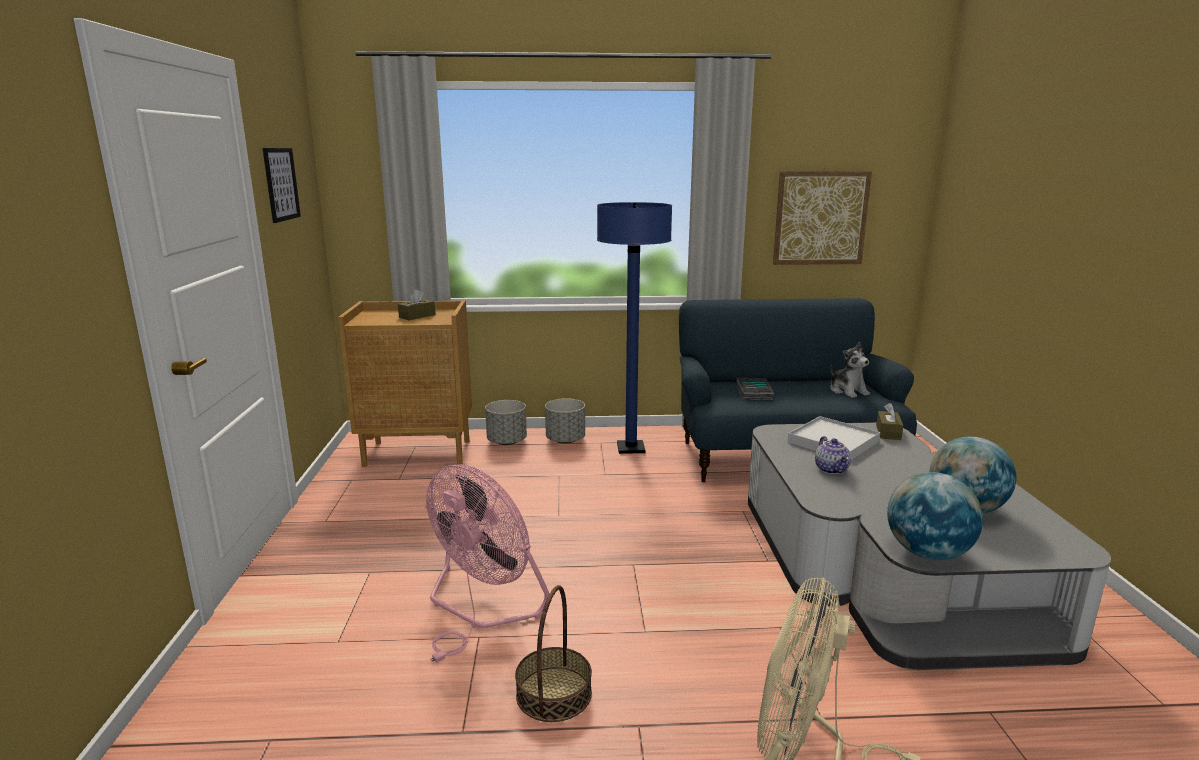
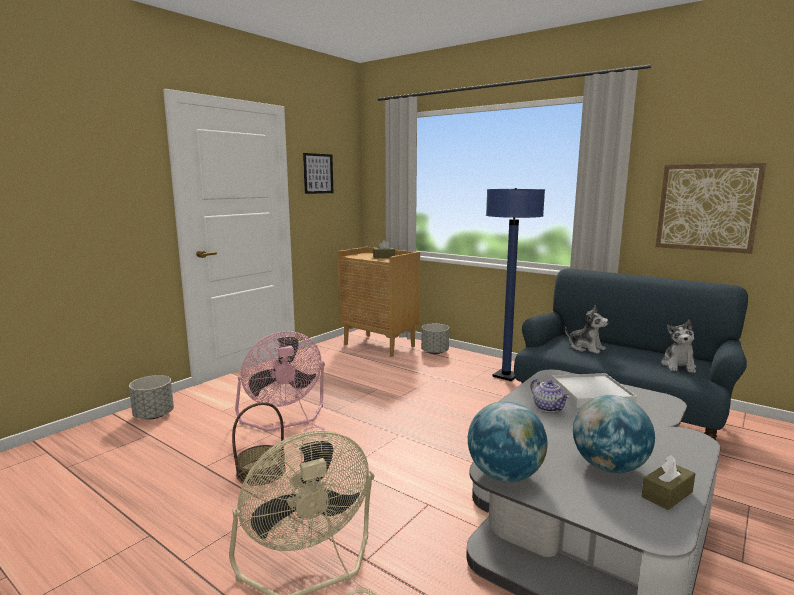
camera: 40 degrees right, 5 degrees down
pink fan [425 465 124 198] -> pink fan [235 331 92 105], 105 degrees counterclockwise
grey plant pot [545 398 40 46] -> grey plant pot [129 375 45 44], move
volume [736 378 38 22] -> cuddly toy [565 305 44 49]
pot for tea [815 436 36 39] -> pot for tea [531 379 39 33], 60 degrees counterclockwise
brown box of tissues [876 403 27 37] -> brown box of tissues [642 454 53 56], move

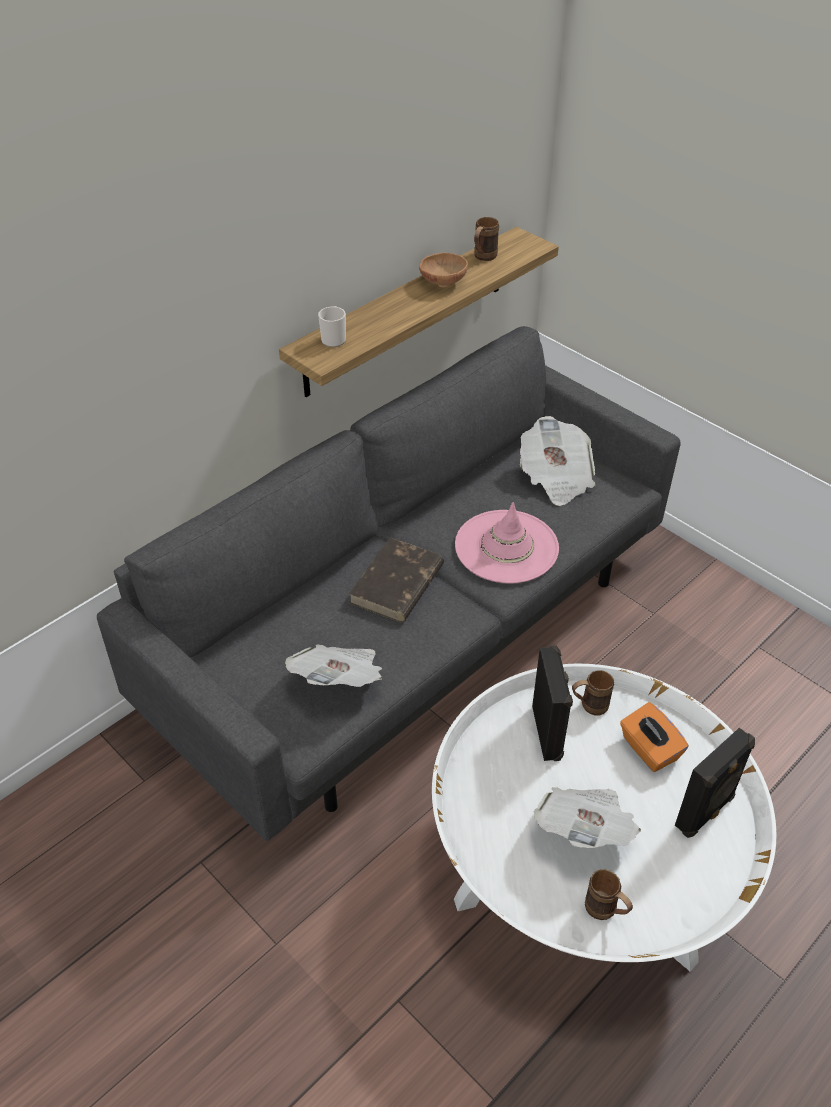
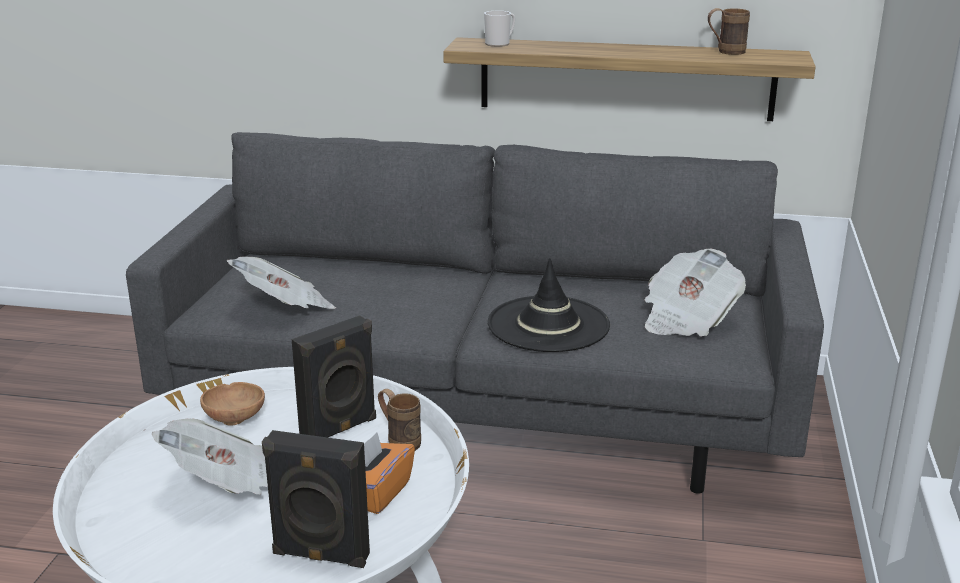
camera: 55 degrees right, 20 degrees down
brown volume [349 537 95 86] -> none
brown bowl [419 253 49 35] -> brown bowl [200 382 65 44], move
pink wearable hat [455 502 104 82] -> blackish wearable hat [488 258 122 94]
brown coffee mug [585 869 48 51] -> none

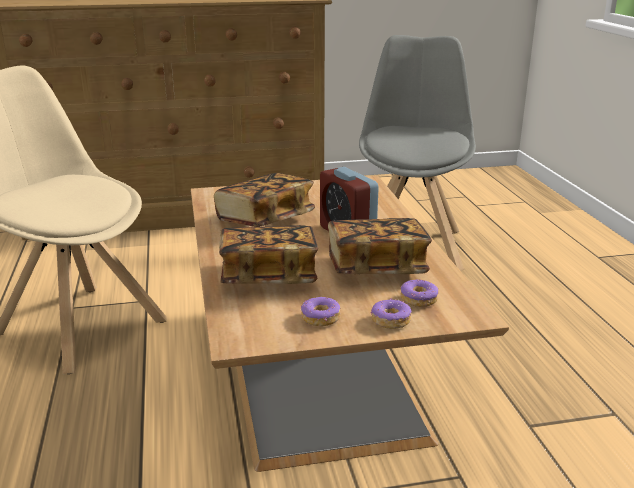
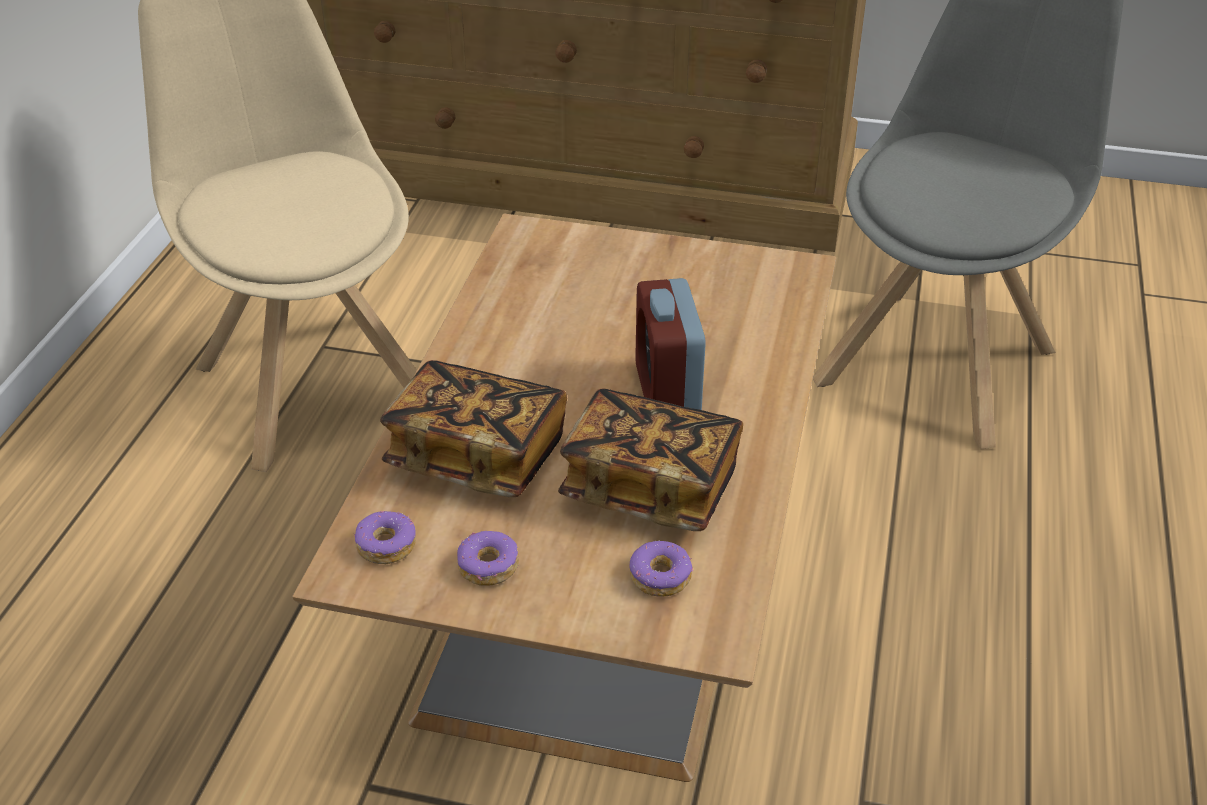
camera: 25 degrees right, 15 degrees up
volume [214 173 101 54] -> none
doughnut [371 298 41 31] -> doughnut [354 510 62 55], move

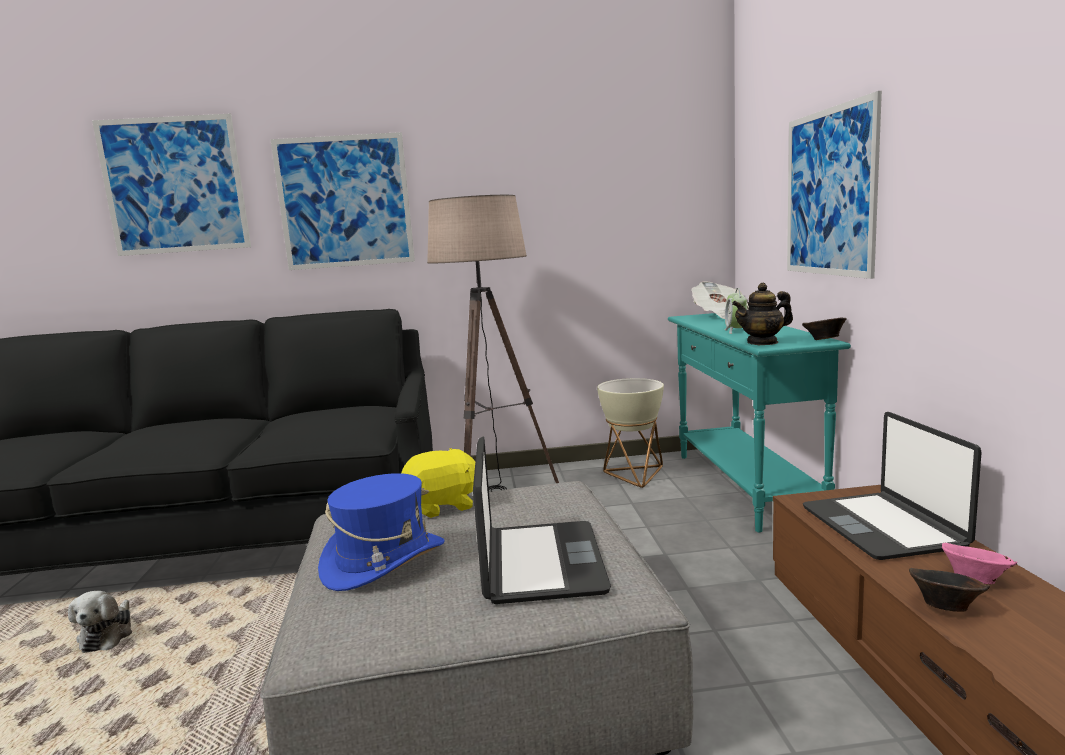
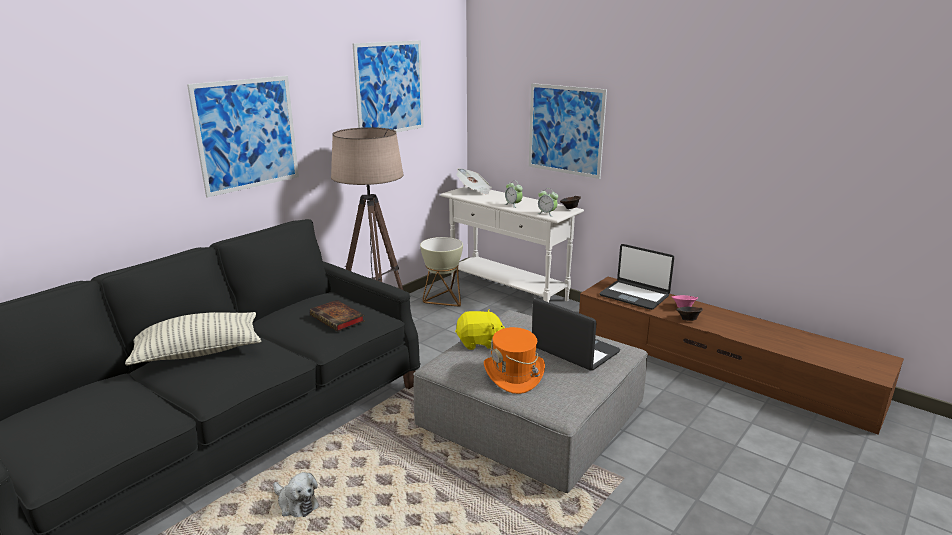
camera: 45 degrees left, 10 degrees up
wall art [92 114 159 142] -> wall art [353 40 71 93], move
blue wearable hat [318 473 127 118] -> orange wearable hat [484 327 61 67]
yellow-coloured cuddly toy [401 448 74 70] -> yellow-coloured cuddly toy [455 309 50 41], 60 degrees clockwise
turquoise console table [668 313 183 219] -> whitish console table [440 186 144 116]
pot for tea [732 283 61 62] -> bedside clock [537 188 21 29]
none -> throw pillow [125 312 136 53]
none -> volume [310 300 55 32]

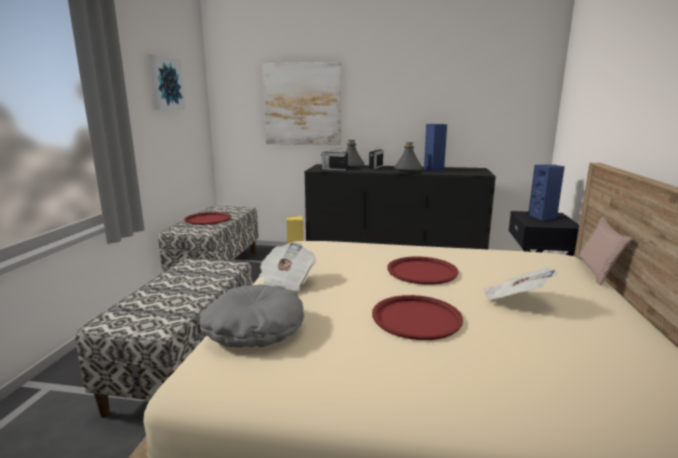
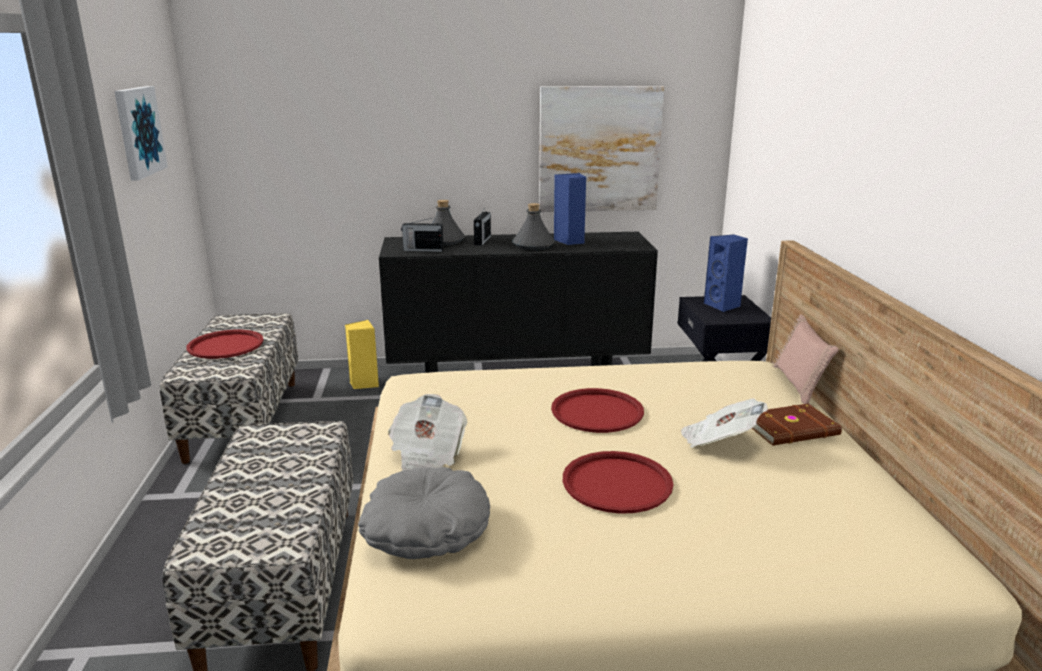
camera: 15 degrees left, 5 degrees up
wall art [262 62 79 83] -> wall art [539 86 125 126], move
none -> brown volume [752 404 90 41]

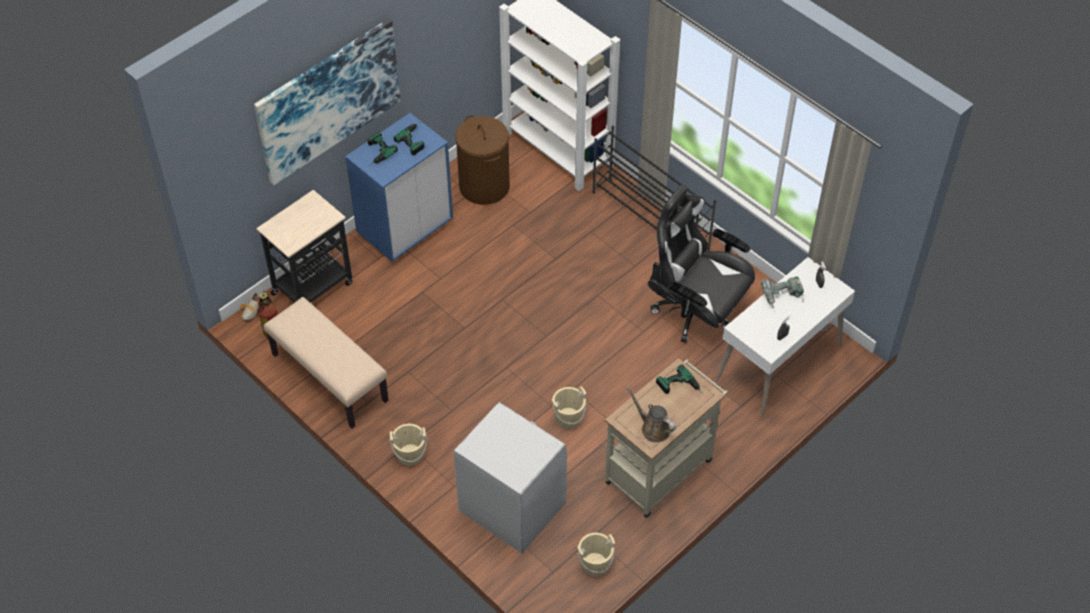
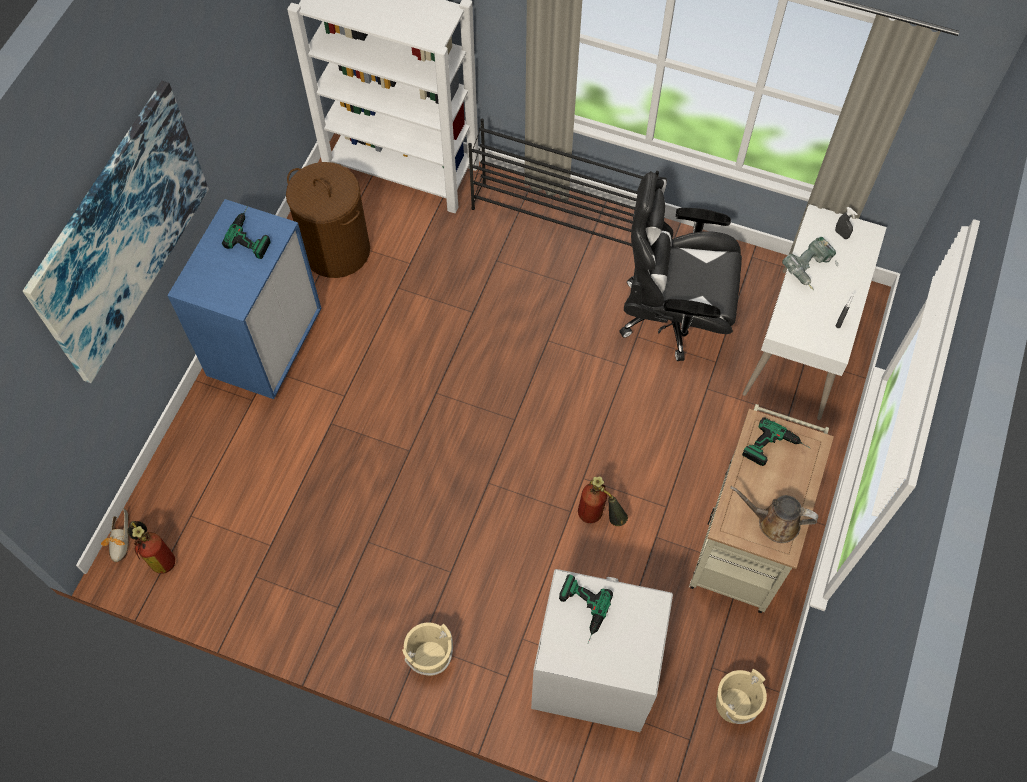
camera: 25 degrees left, 10 degrees up
wheeled cart [256 190 97 113] -> none
sand-coloured indoor bench [263 297 126 131] -> none
drill [368 132 30 34] -> drill [559 574 54 69], move
sand-coloured water bucket [552 386 34 43] -> extinguisher [578 476 50 50]

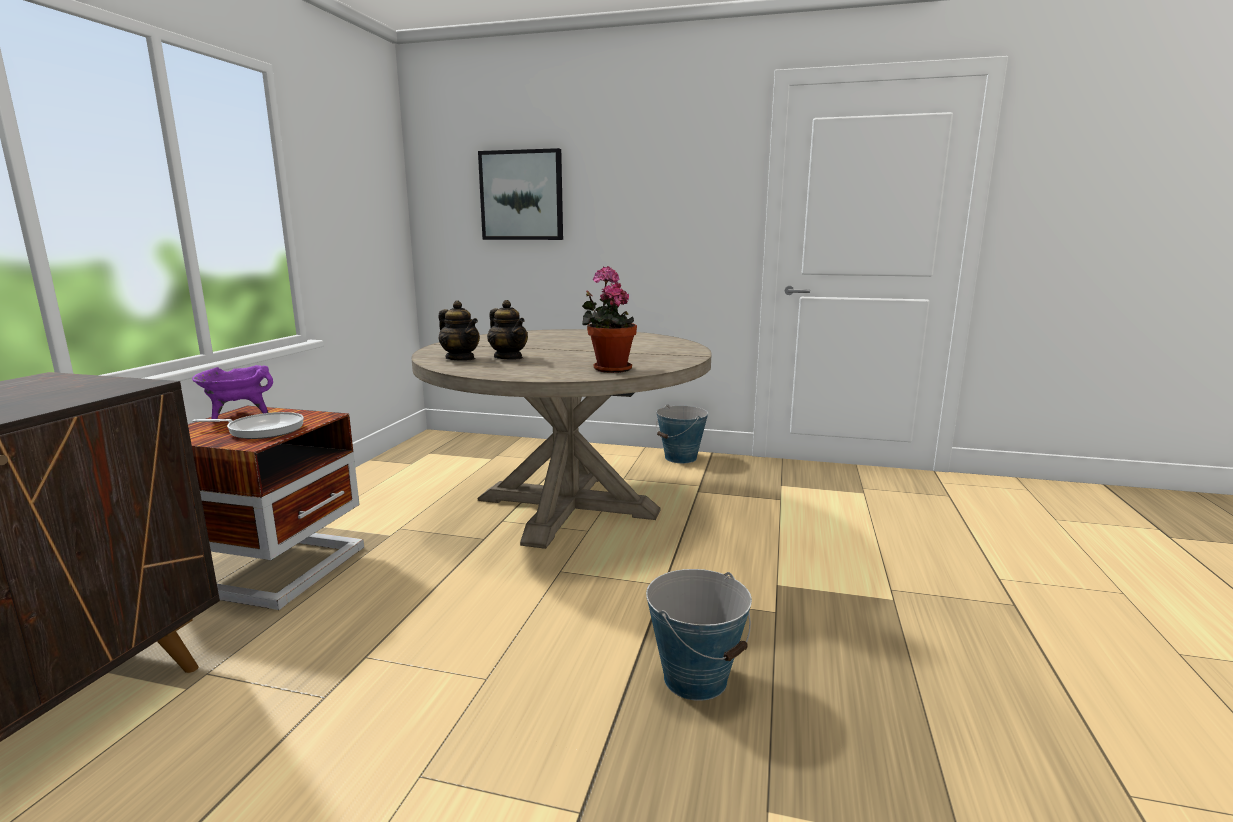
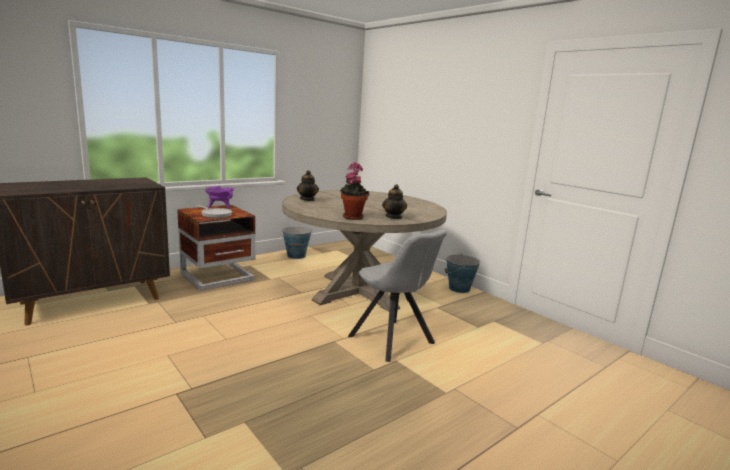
camera: 35 degrees right, 0 degrees up
wall art [478 148 85 92] -> none
pot for tea [487 300 41 59] -> pot for tea [382 184 25 35], move
water bucket [646 569 106 132] -> water bucket [282 227 30 32], move
none -> grey plain chair [348 229 99 133]

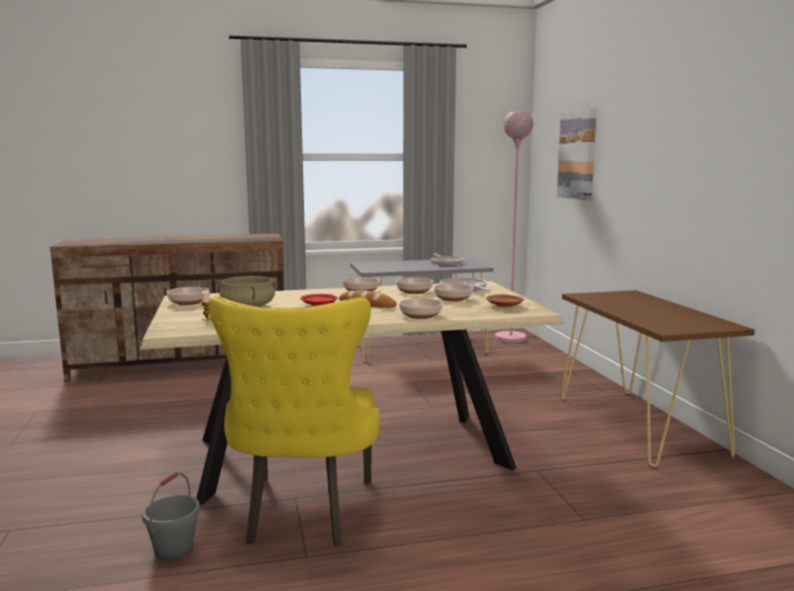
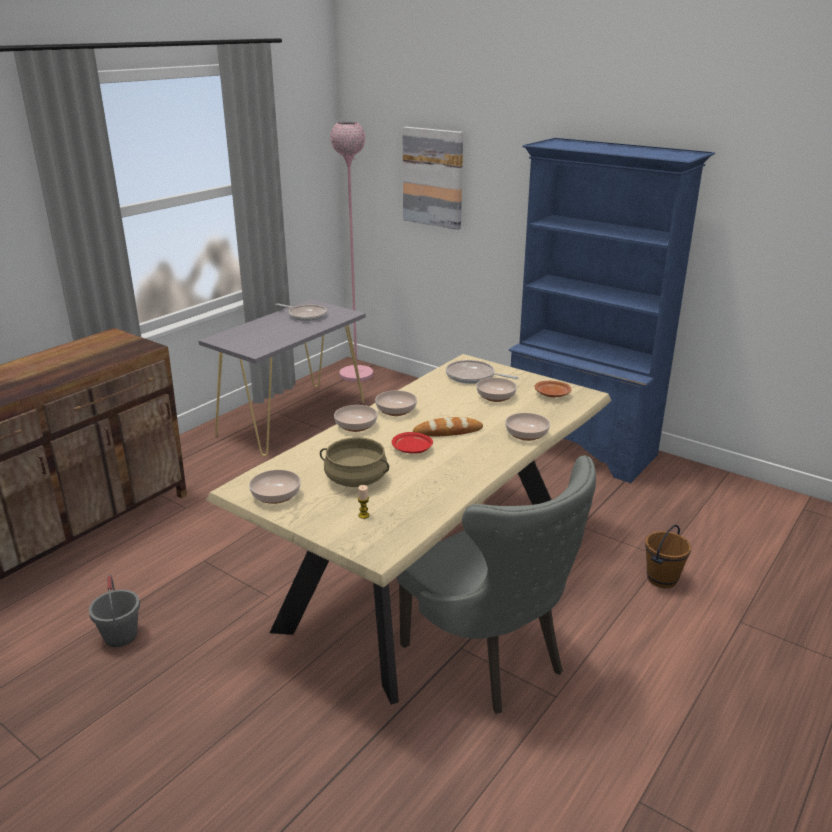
camera: 40 degrees left, 15 degrees up
grey water bucket [142 472 58 89] -> grey water bucket [89 575 51 72], move
yellow-coloured plain chair [209 296 171 251] -> grey plain chair [397 455 199 259]
bowl [396 277 37 17] -> bowl [334 405 44 27], move
brown console table [561 290 194 177] -> blue bookcase [509 138 206 345]
none -> brown water bucket [645 525 46 63]

